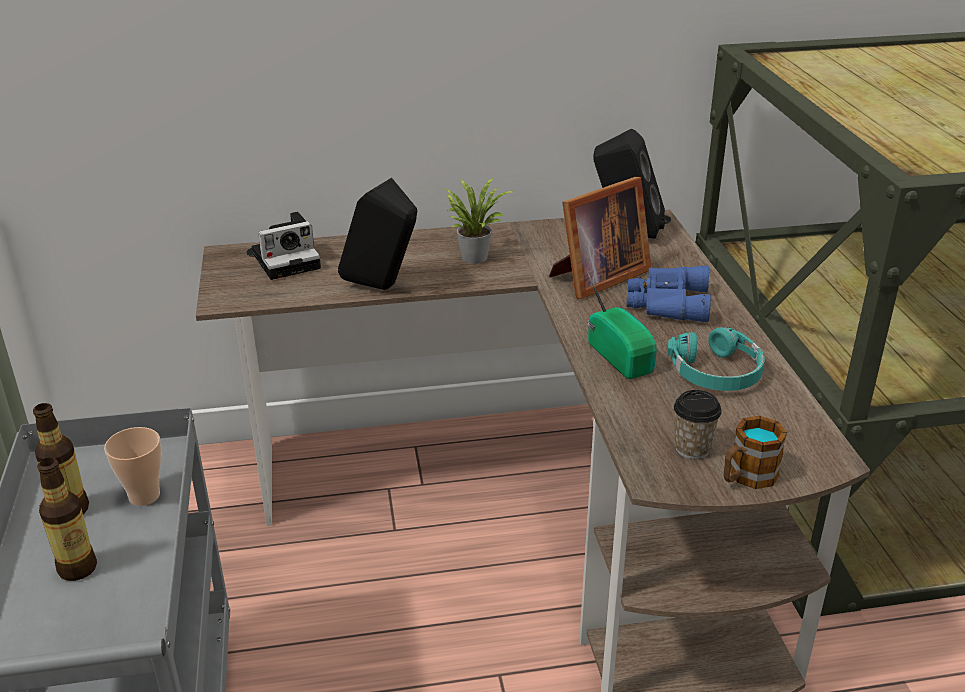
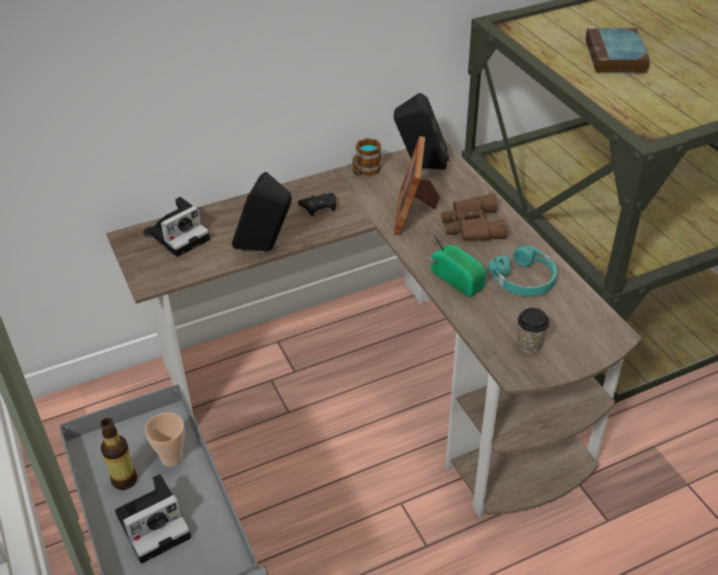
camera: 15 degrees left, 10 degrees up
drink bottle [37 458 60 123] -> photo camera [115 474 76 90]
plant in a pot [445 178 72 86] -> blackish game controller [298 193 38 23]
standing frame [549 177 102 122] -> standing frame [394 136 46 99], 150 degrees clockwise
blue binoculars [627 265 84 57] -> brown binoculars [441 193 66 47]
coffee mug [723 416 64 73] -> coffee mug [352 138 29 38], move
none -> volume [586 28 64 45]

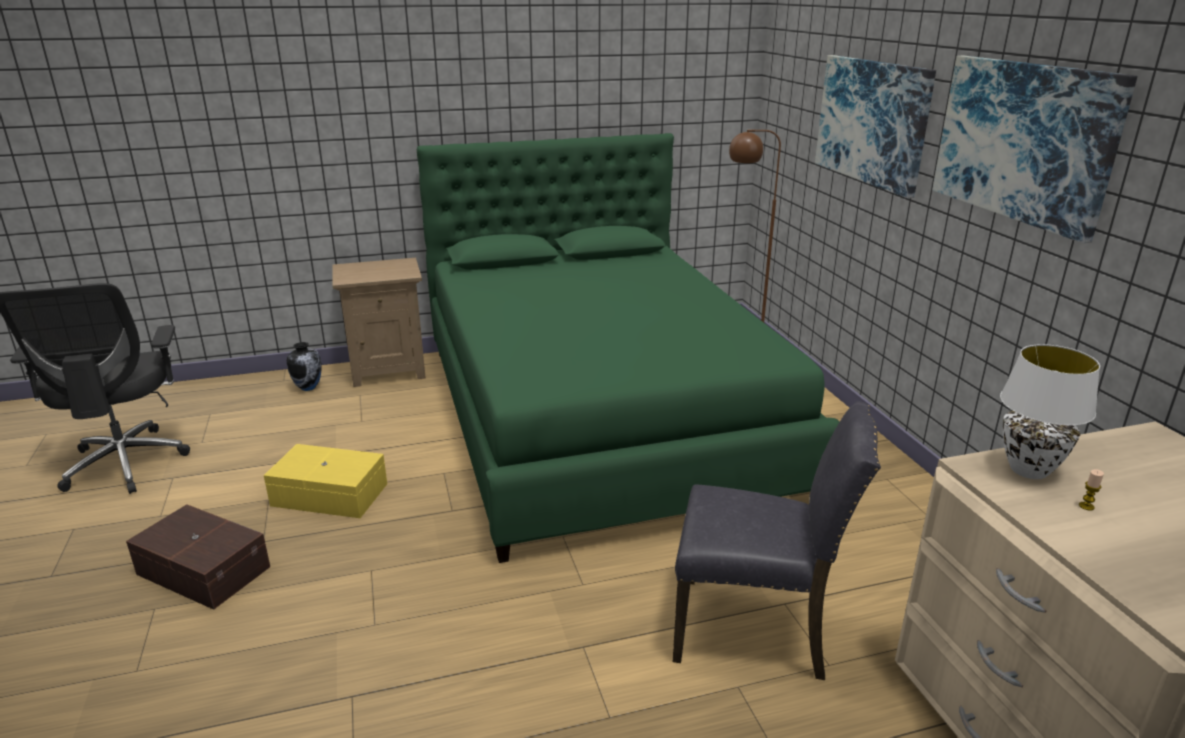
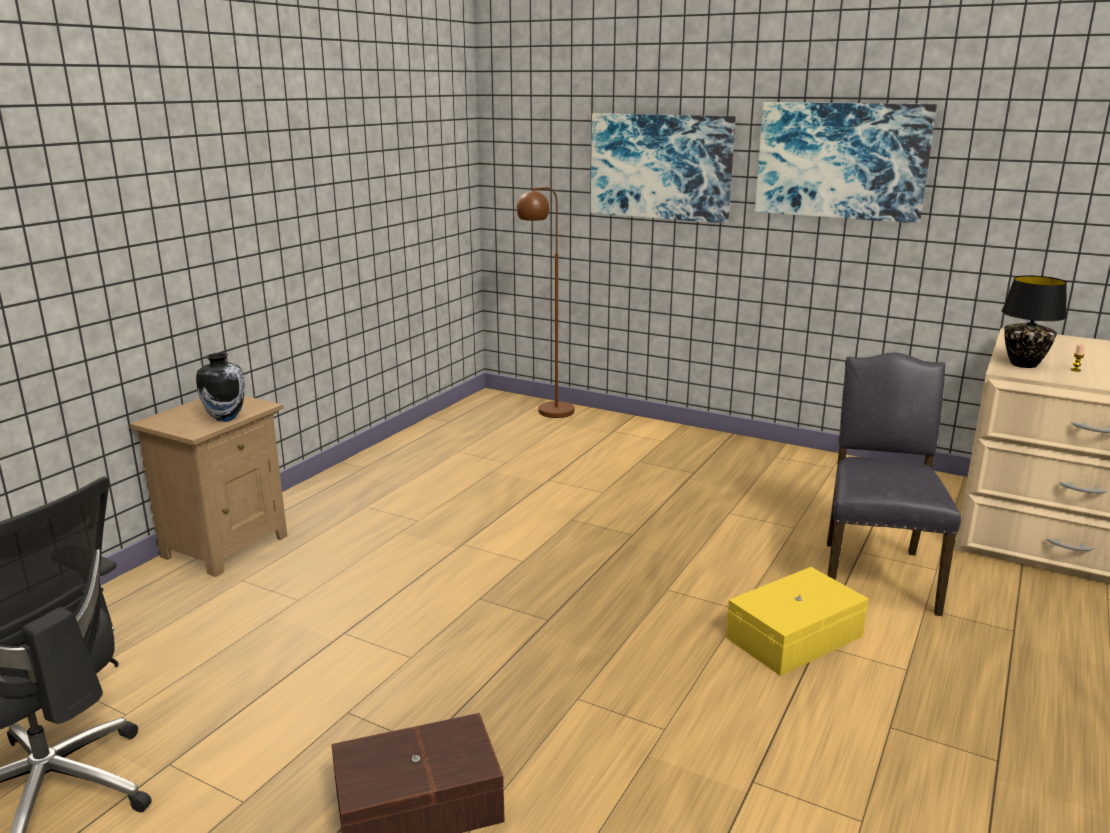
camera: 45 degrees left, 5 degrees down
yellow-coloured storage bin [264 444 123 74] -> yellow-coloured storage bin [726 567 142 109], move
decorative vase [287 342 35 49] -> decorative vase [196 353 49 69], move
green sleeping bed [417 133 422 430] -> none
grey plain chair [673 401 208 279] -> grey plain chair [827 352 134 264], 45 degrees counterclockwise
whitish tabletop lamp [1000 344 100 135] -> blackish tabletop lamp [1002 275 65 93]

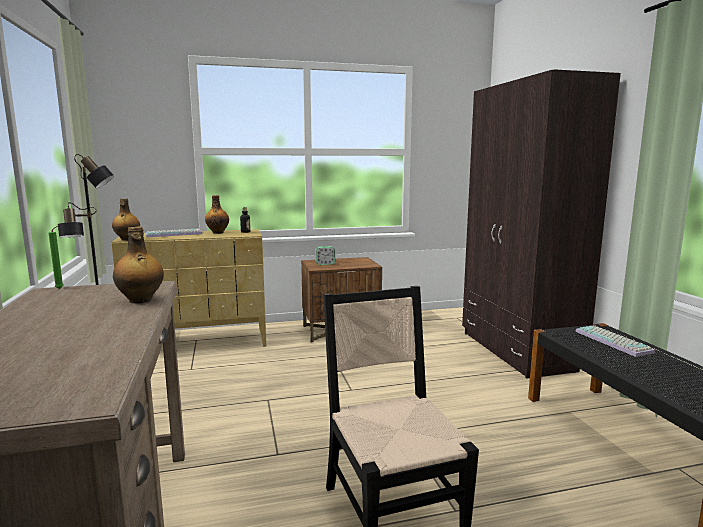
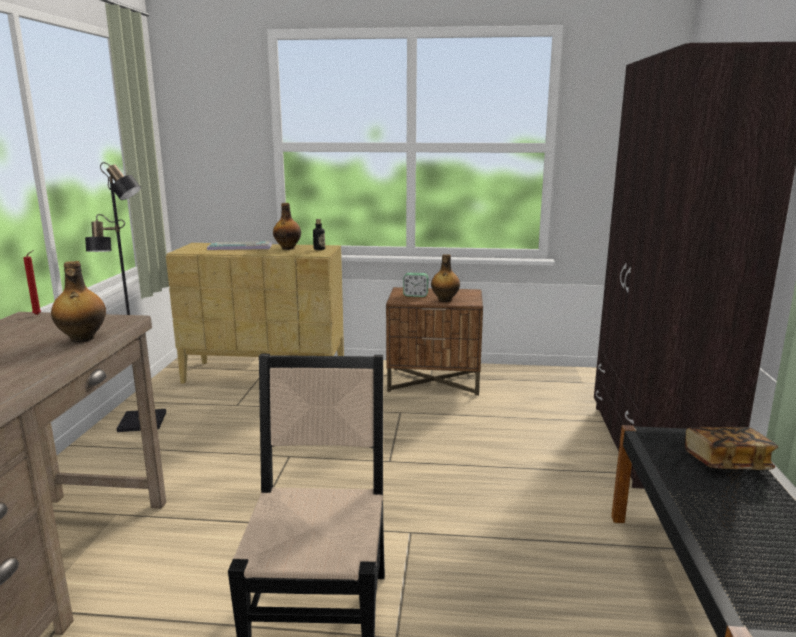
camera: 20 degrees right, 5 degrees up
green wax light [49 225 15 64] -> red wax light [23 250 18 65]
drink bottle [112 199 28 42] -> drink bottle [431 254 29 48], move
keyboard [575 325 80 32] -> volume [685 427 93 43]

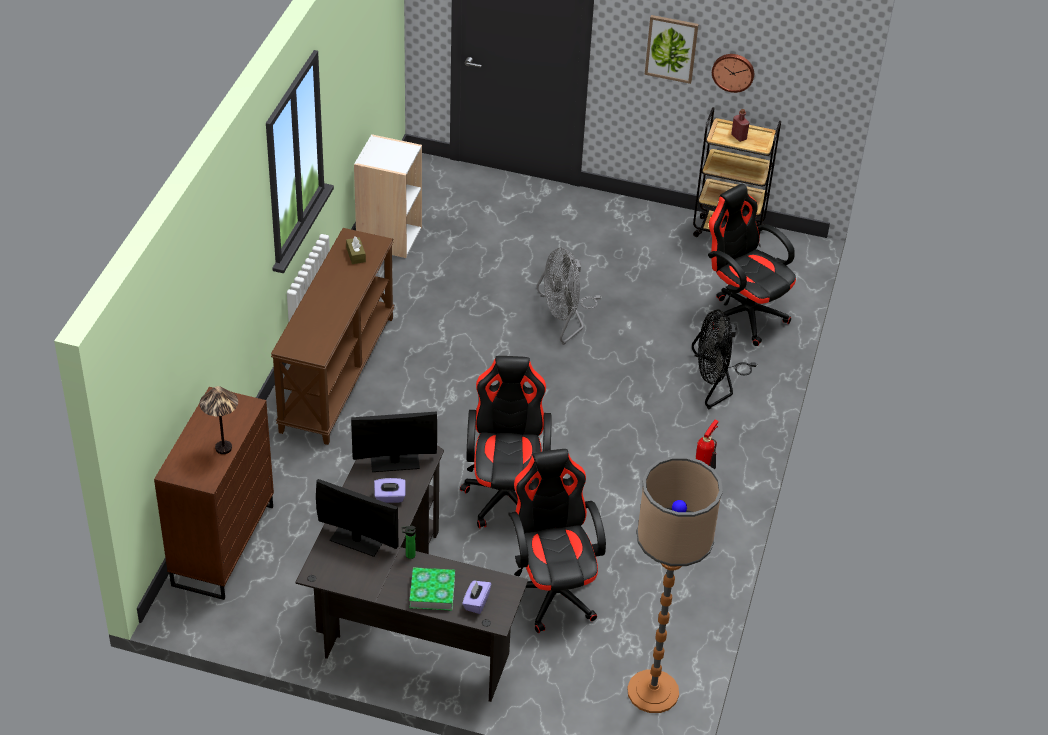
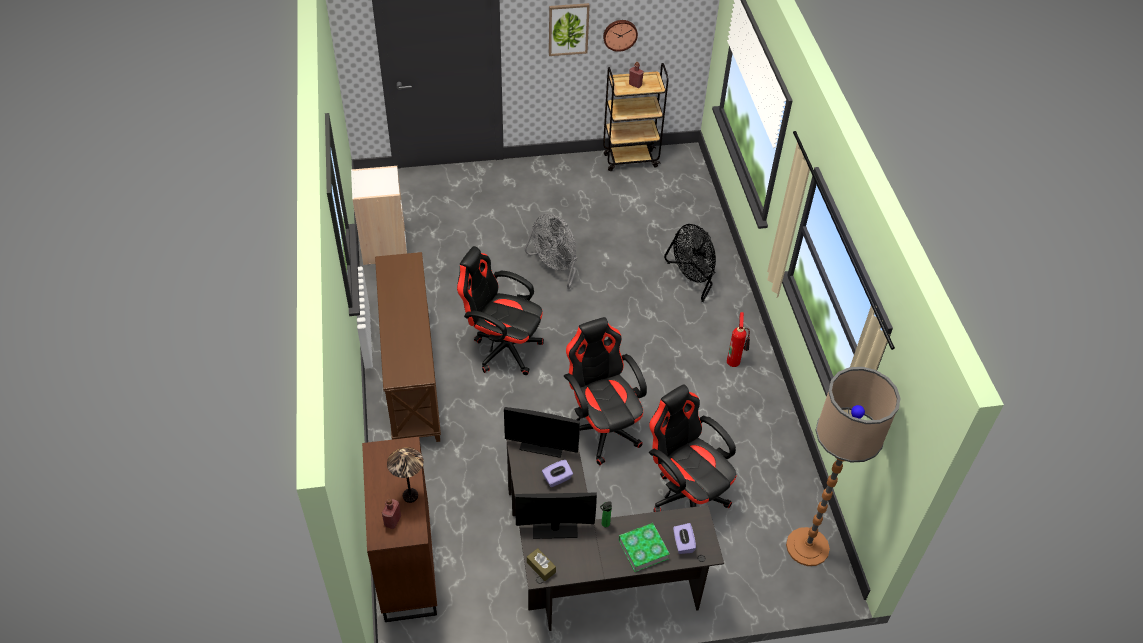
camera: 25 degrees left, 5 degrees up
brown box of tissues [346 236 20 28] -> brown box of tissues [527 548 29 33], move
computer screen [351 411 86 61] -> computer screen [504 407 76 51], 135 degrees counterclockwise
blackish computer chair [708 184 88 162] -> blackish computer chair [457 246 87 129], move
none -> red drink bottle [382 499 19 30]

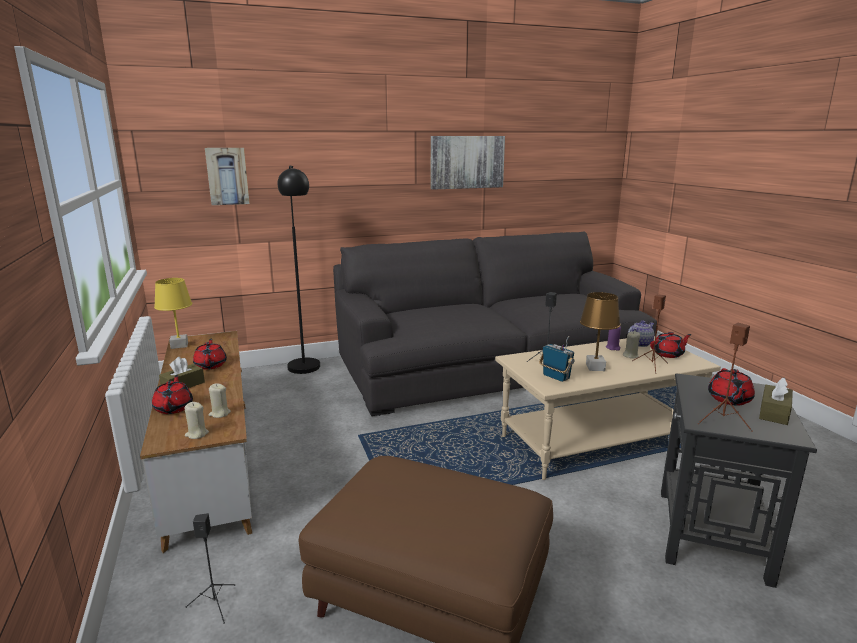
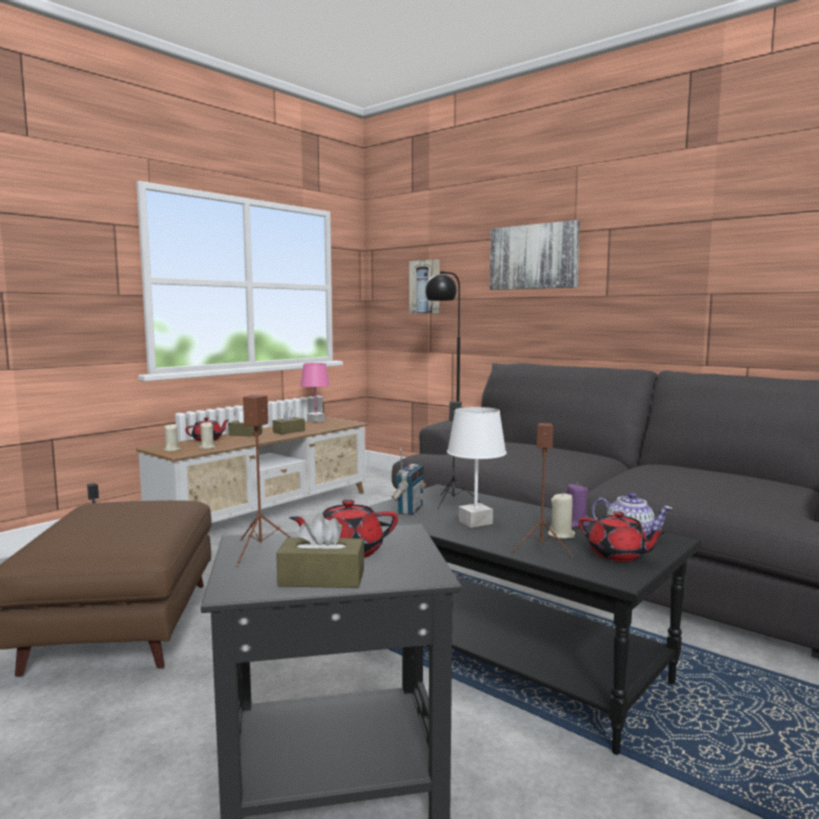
camera: 60 degrees right, 10 degrees down
yellow-coloured tabletop lamp [154 278 38 71] -> pink tabletop lamp [300 363 30 60]
red pot for tea [193 339 34 31] -> brown box of tissues [273 408 32 27]
wall art [431 136 74 54] -> wall art [490 220 90 70], move
sand-coloured coffee table [495 336 226 144] -> blackish coffee table [368 484 333 271]
brown tabletop lamp [580 292 41 79] -> whitish tabletop lamp [447 407 60 121]

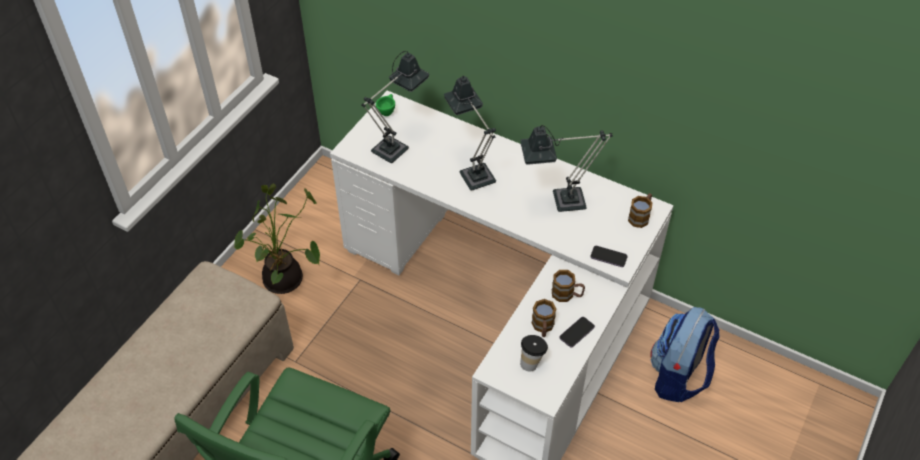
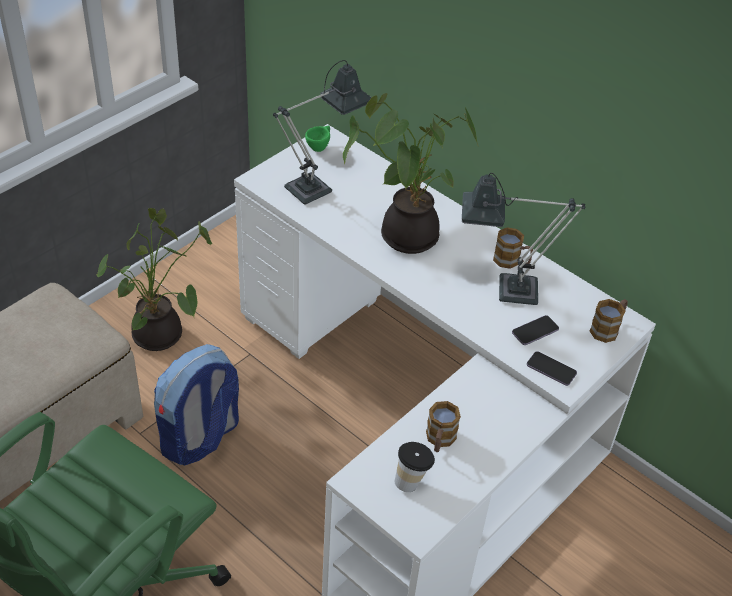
camera: 10 degrees right, 5 degrees down
tabletop lamp [444 76 52 115] -> plant in a pot [343 93 135 161]
coffee mug [552 270 33 32] -> coffee mug [493 227 40 42], move
telephone [559 317 36 30] -> telephone [512 315 47 30], move
knapsack [650 307 70 95] -> knapsack [154 344 85 122], move

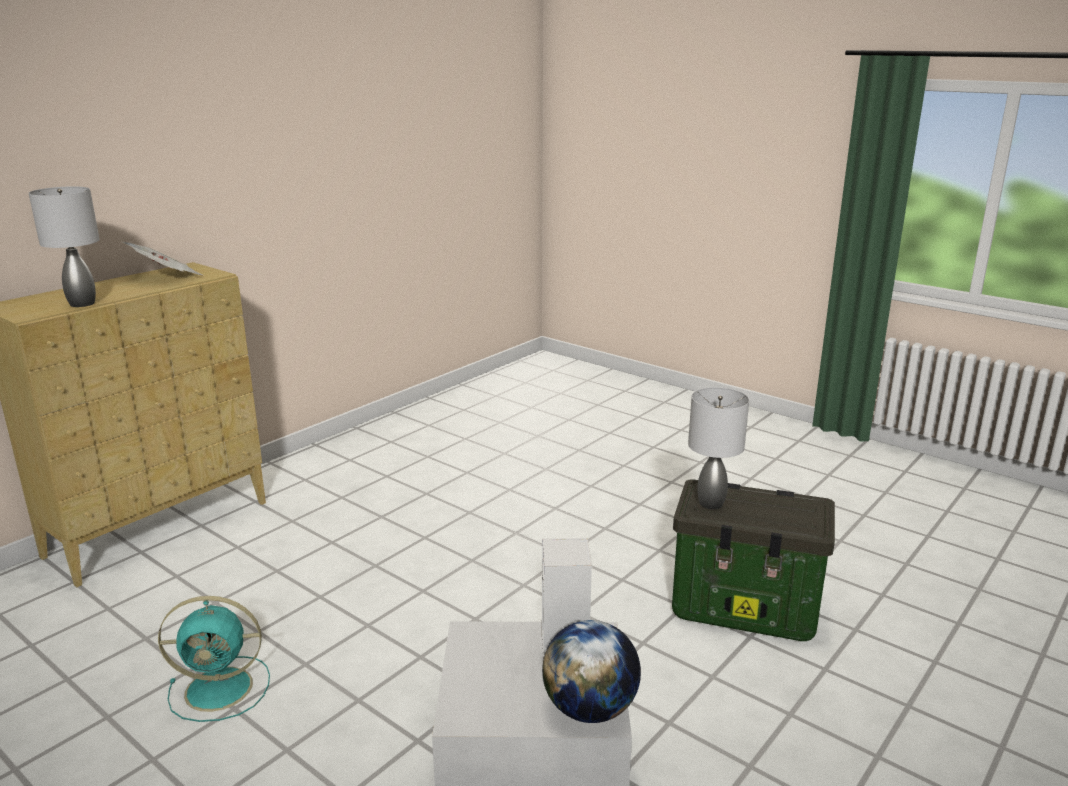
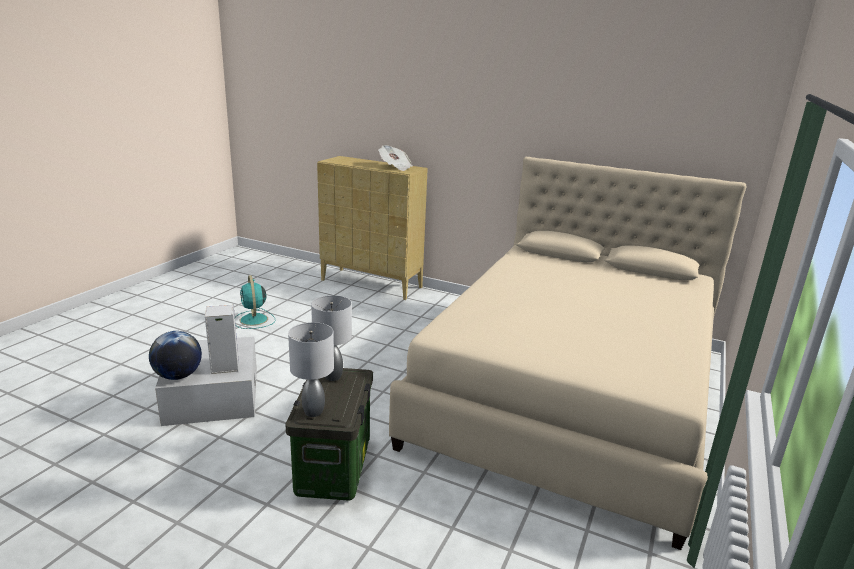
camera: 75 degrees right, 0 degrees up
grey tabletop lamp [29 186 71 121] -> grey tabletop lamp [288 322 46 95], move
none -> sand-coloured sleeping bed [389 157 358 393]

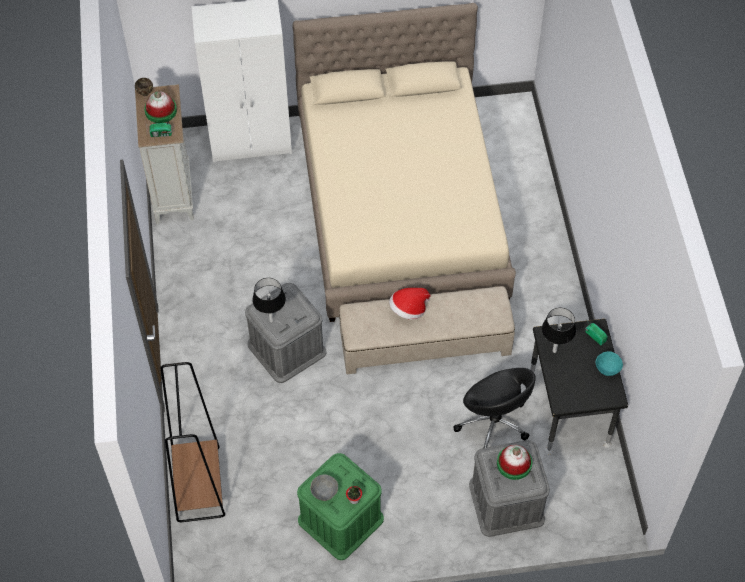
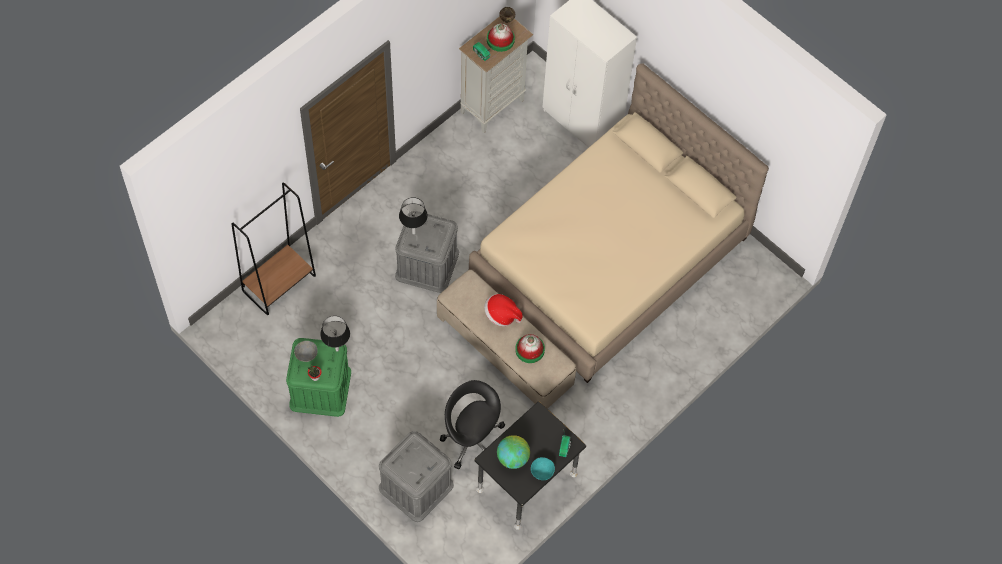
camera: 50 degrees right, 5 degrees up
blackish computer chair [454 368 82 80] -> blackish computer chair [440 380 65 89], 105 degrees clockwise
wearable hat [497 445 35 35] -> wearable hat [515 334 30 29], move
blackish tabletop lamp [542 308 34 45] -> blackish tabletop lamp [320 316 30 36], move
none -> globe [497 435 33 34]

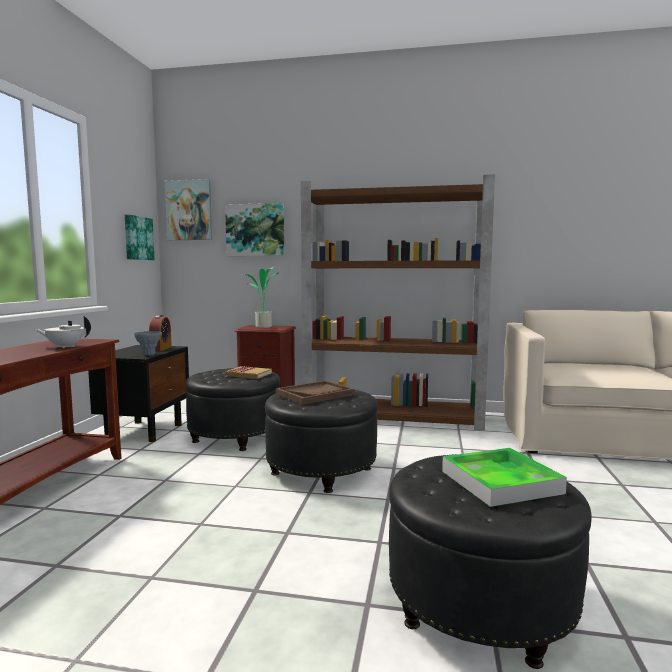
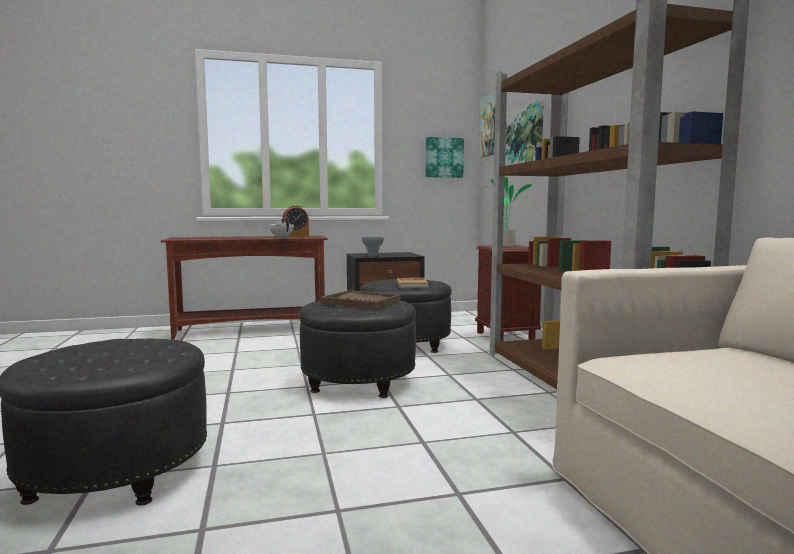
camera: 65 degrees right, 0 degrees up
bedside clock [149 315 23 36] -> bedside clock [282 205 27 32], move
carrying tray [442 448 125 59] -> none

